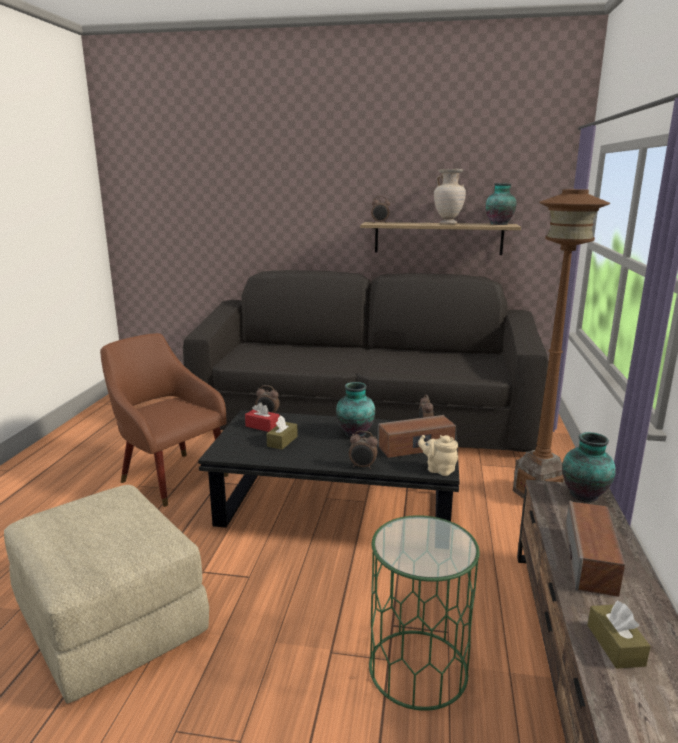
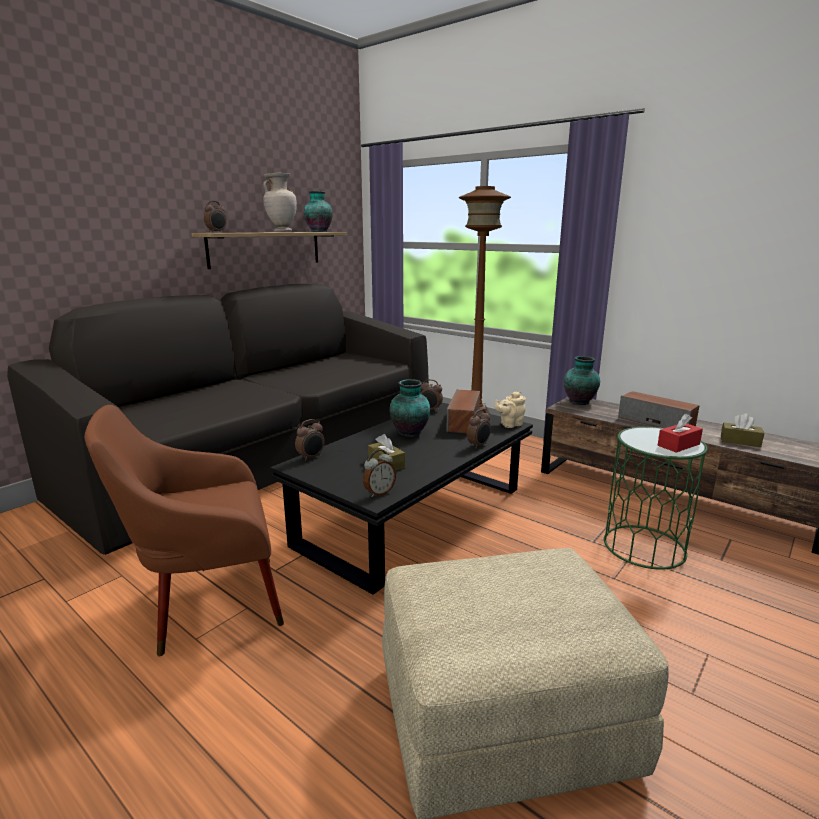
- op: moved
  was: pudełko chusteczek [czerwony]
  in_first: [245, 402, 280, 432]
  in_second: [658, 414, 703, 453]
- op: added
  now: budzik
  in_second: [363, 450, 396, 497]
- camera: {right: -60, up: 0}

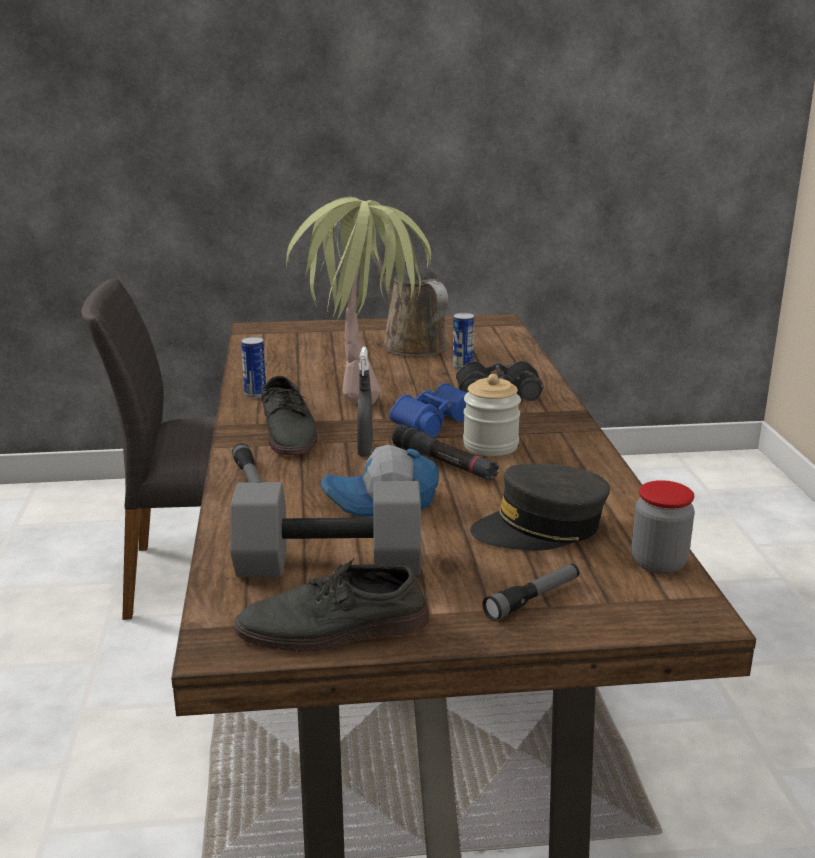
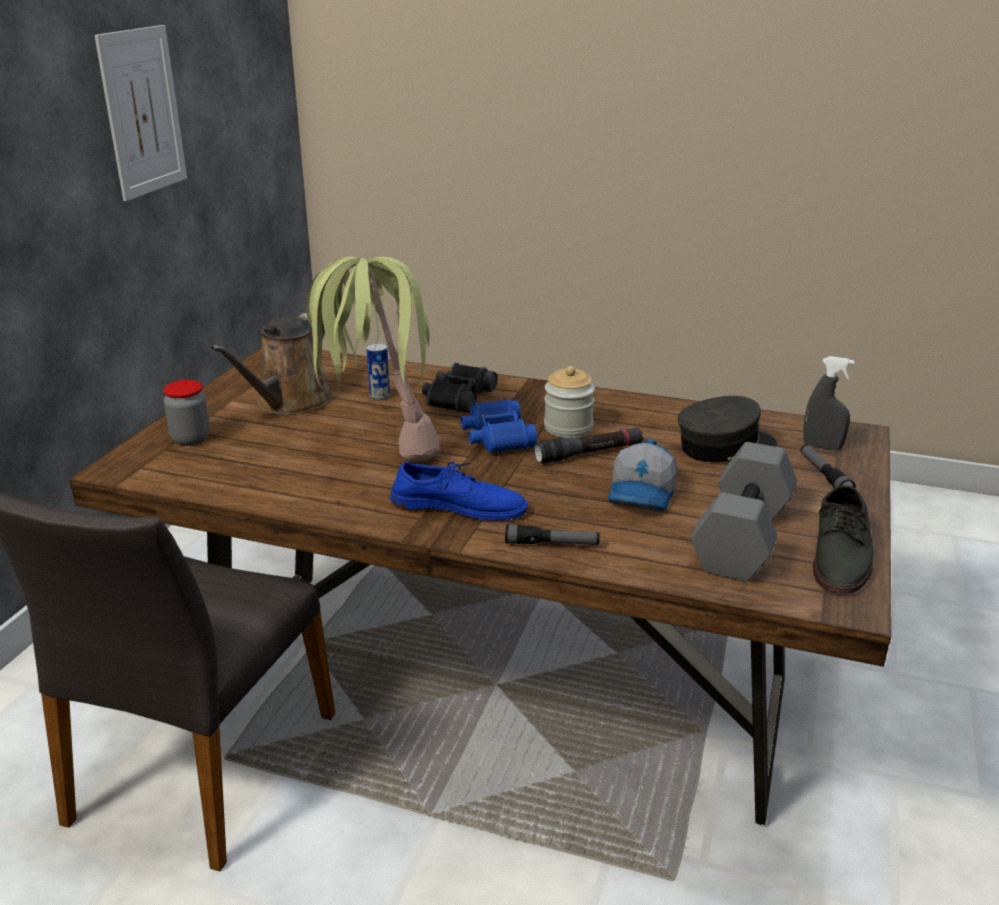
- op: turned
  was: konewka [brązowy]
  in_first: [373, 250, 449, 356]
  in_second: [211, 313, 333, 415]
  clockwise: -60
- op: removed
  was: puszka
  in_first: [241, 337, 266, 398]
- op: moved
  was: spryskiwacz [szary]
  in_first: [357, 347, 373, 456]
  in_second: [803, 356, 855, 450]
- op: recoloured
  was: but [szary]
  now: but [niebieski]
  in_first: [261, 376, 318, 455]
  in_second: [390, 462, 528, 521]
- op: turned
  was: czapka z daszkiem [szary]
  in_first: [470, 464, 610, 551]
  in_second: [678, 396, 777, 462]
  clockwise: -120
- op: moved
  was: słoik
  in_first: [631, 480, 695, 574]
  in_second: [163, 380, 210, 446]
- op: added
  now: obraz
  in_second: [94, 25, 187, 201]
- camera: {right: -65, up: 5}

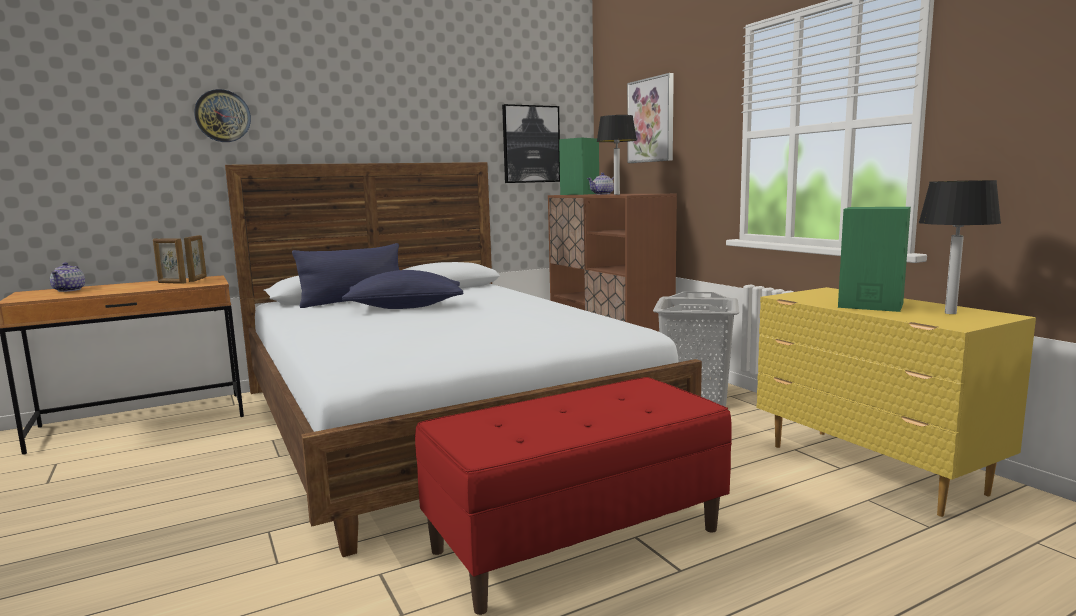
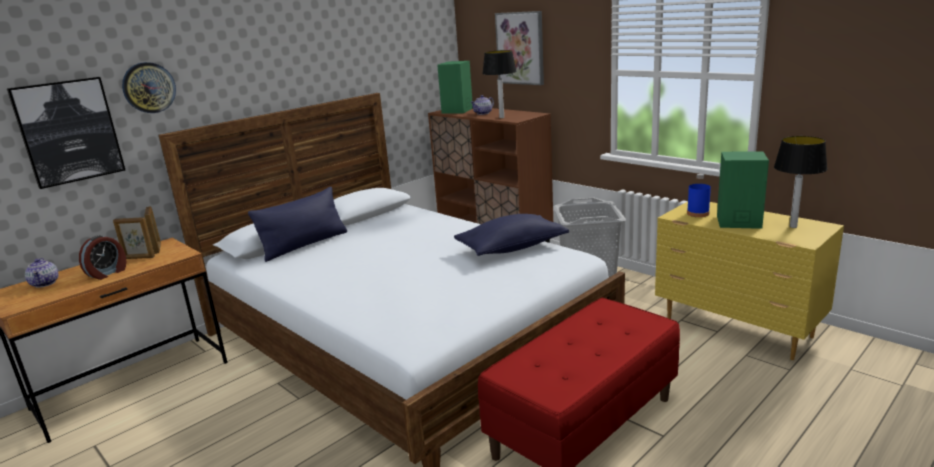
- op: moved
  was: obraz
  in_first: [502, 104, 560, 183]
  in_second: [7, 77, 125, 189]
- op: moved
  was: poduszka [niebieski]
  in_first: [342, 270, 463, 309]
  in_second: [454, 214, 569, 256]
- op: added
  now: butelka [niebieski]
  in_second: [687, 174, 711, 217]
- op: added
  now: budzik
  in_second: [79, 235, 127, 280]
- camera: {right: -15, up: 10}

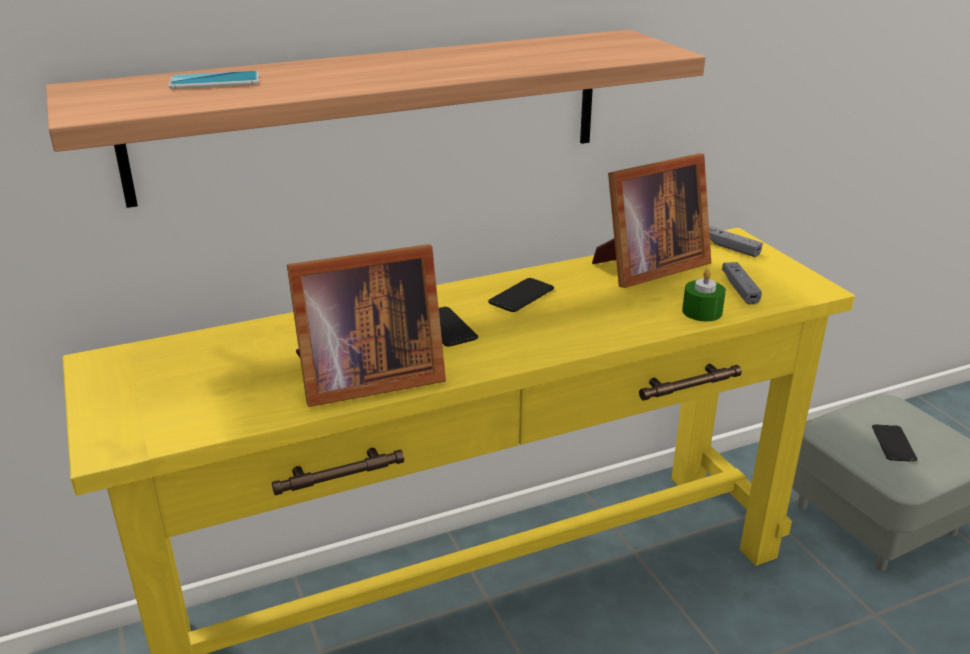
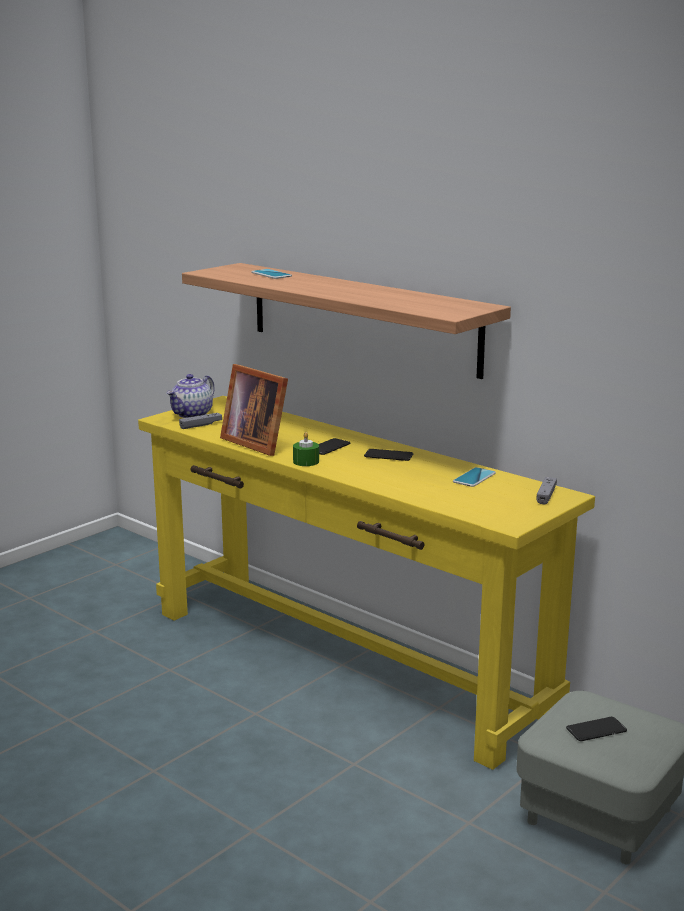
- op: replaced
  was: ramka na zdjęcie
  now: telefon
  in_first: [592, 154, 711, 288]
  in_second: [453, 467, 496, 487]
- op: moved
  was: pad do gier [szary]
  in_first: [722, 262, 762, 304]
  in_second: [179, 413, 222, 429]
- op: moved
  was: świeca [zielony]
  in_first: [682, 269, 726, 321]
  in_second: [293, 432, 319, 466]
- op: added
  now: imbryk
  in_second: [166, 374, 215, 418]
- camera: {right: 65, up: -10}

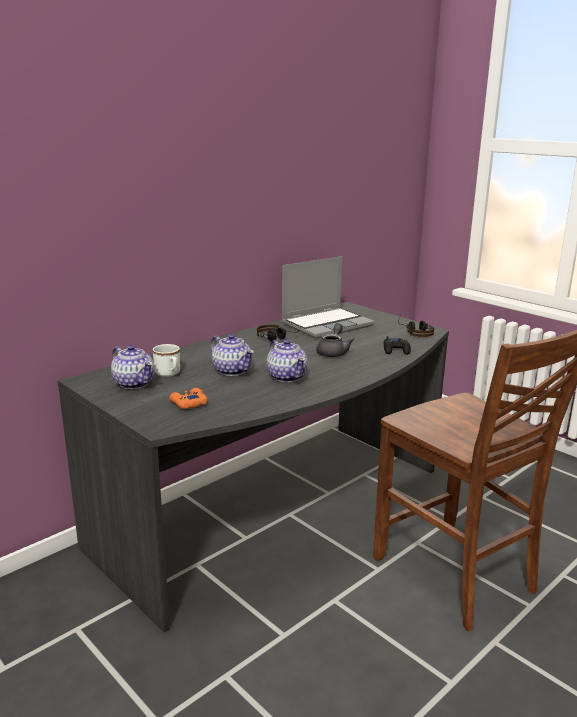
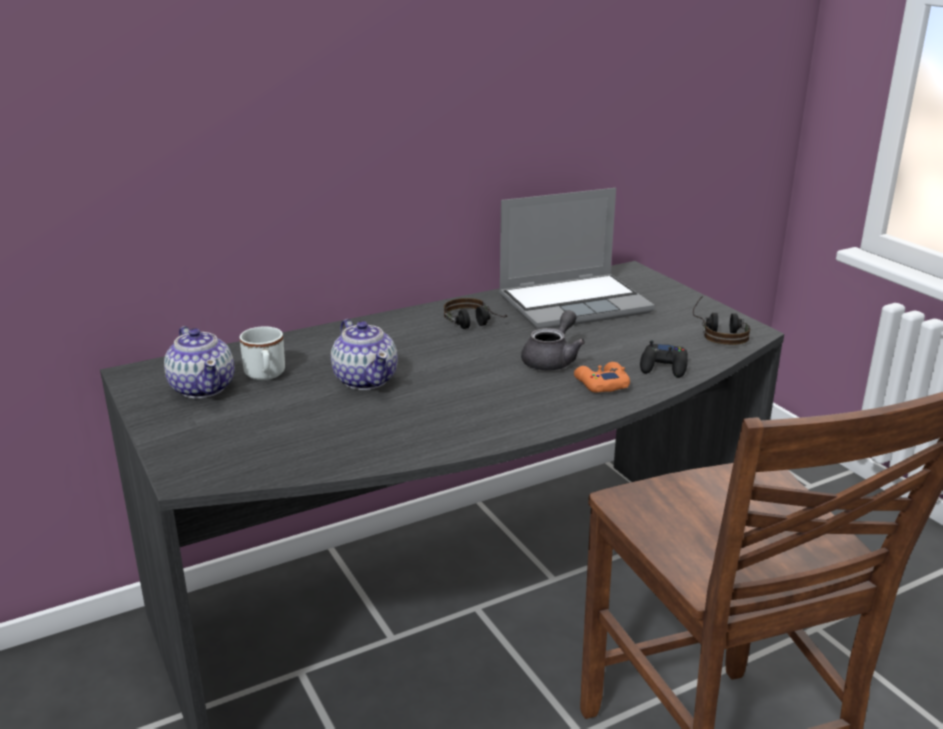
- op: removed
  was: imbryk
  in_first: [267, 340, 308, 382]
- op: moved
  was: pad do gier [pomarańczowy]
  in_first: [169, 388, 207, 409]
  in_second: [574, 362, 630, 392]
- camera: {right: 15, up: 5}

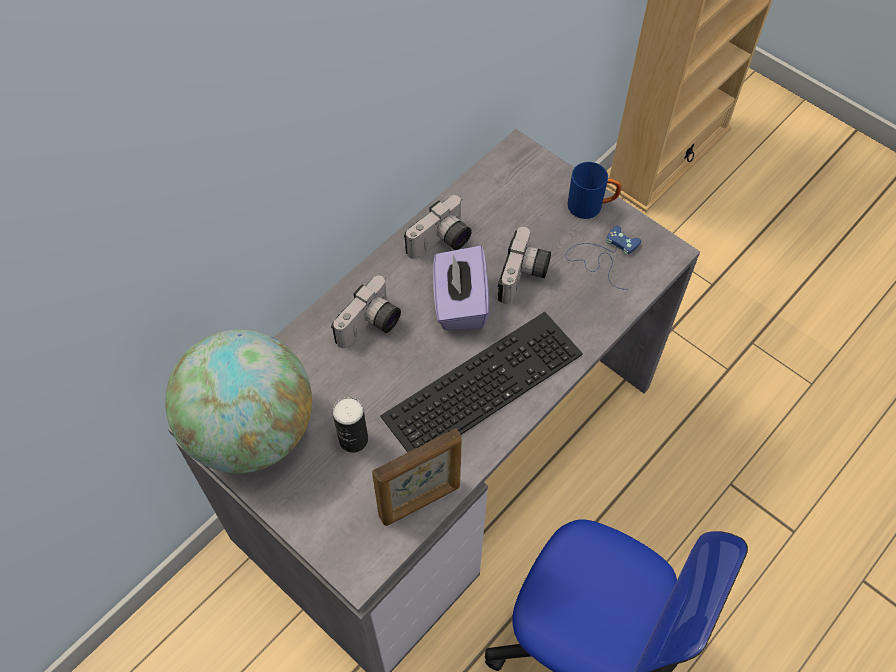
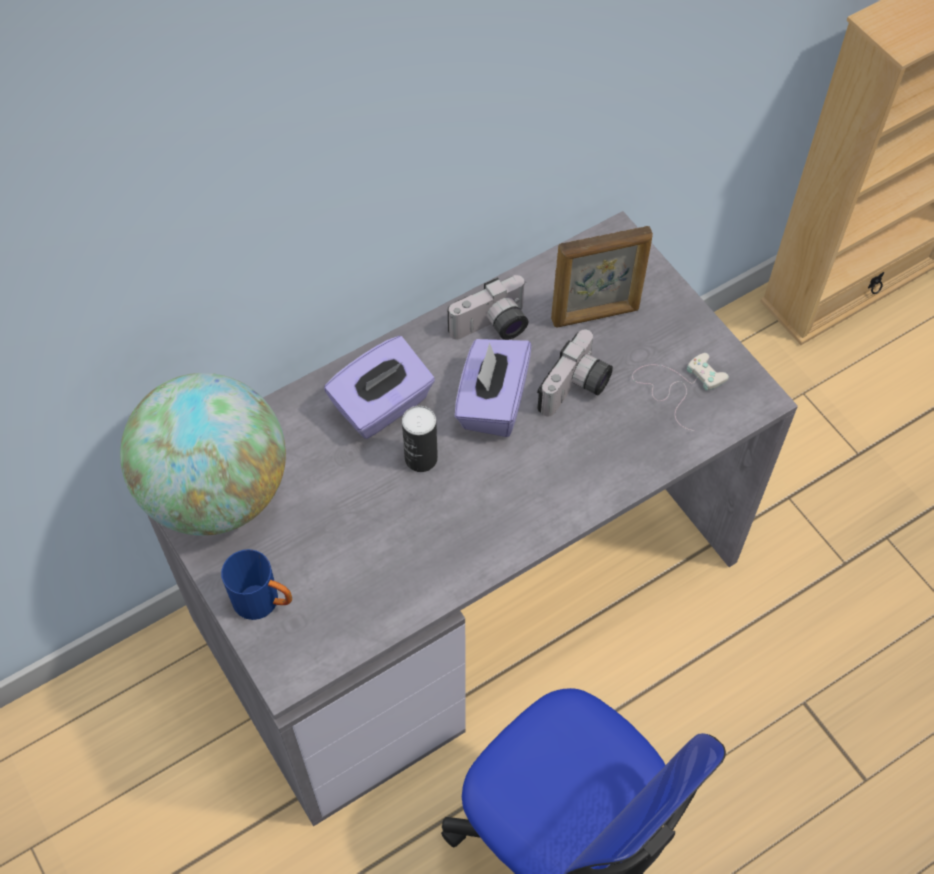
- op: moved
  was: kubek [niebieski]
  in_first: [567, 162, 622, 219]
  in_second: [221, 549, 292, 620]
- op: recoloured
  was: pad do gier [niebieski]
  now: pad do gier [biały]
  in_first: [565, 226, 641, 289]
  in_second: [632, 353, 729, 431]
- op: replaced
  was: aparat fotograficzny
  now: pudełko chusteczek [fioletowy]
  in_first: [331, 276, 401, 348]
  in_second: [324, 336, 435, 439]
- op: removed
  was: klawiatura
  in_first: [380, 312, 583, 452]
- op: moved
  was: puszka
  in_first: [333, 397, 368, 453]
  in_second: [402, 406, 438, 472]
- op: moved
  was: ramka na zdjęcie
  in_first: [372, 428, 461, 526]
  in_second: [551, 226, 653, 327]
- camera: {right: 15, up: 0}

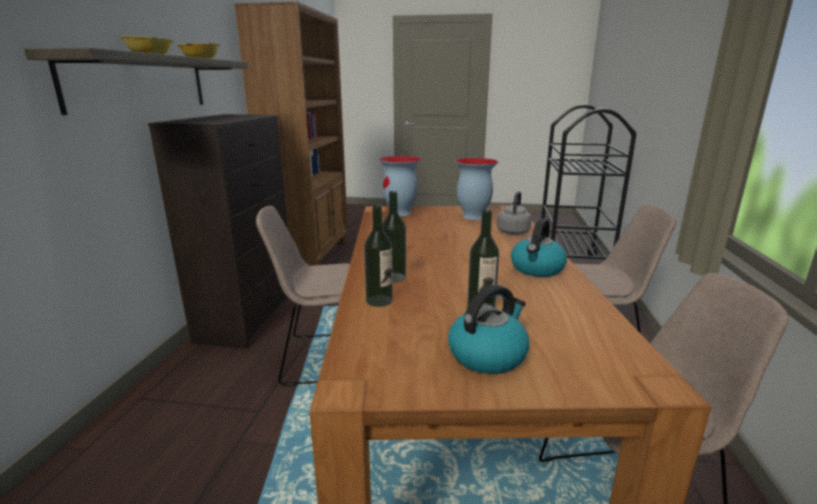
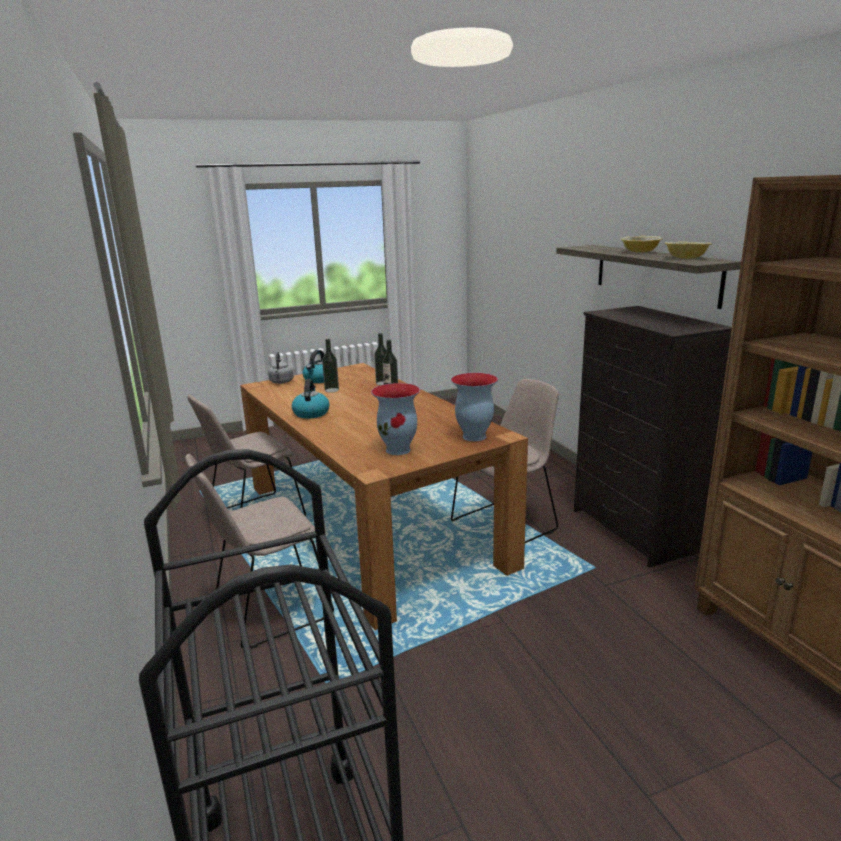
- op: moved
  was: czajnik [szary]
  in_first: [497, 191, 531, 235]
  in_second: [268, 352, 294, 384]
- camera: {right: 150, up: 0}

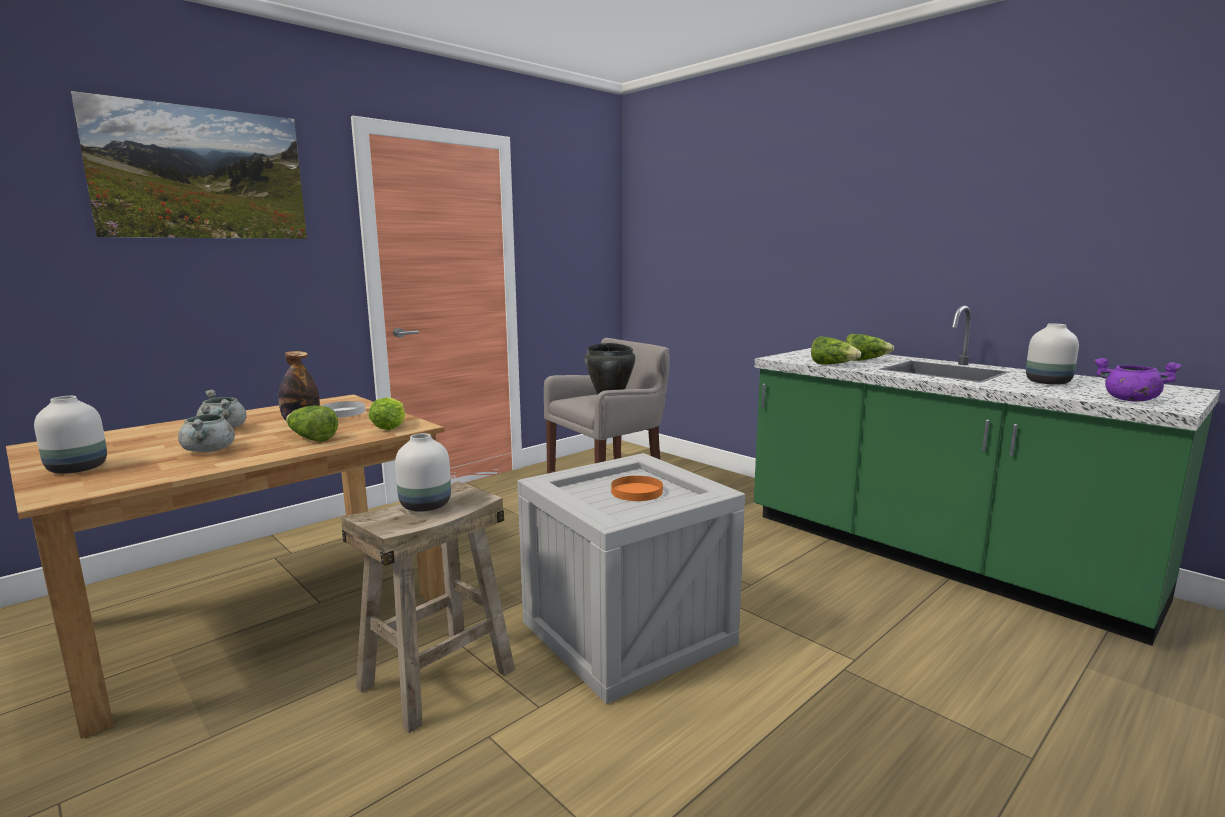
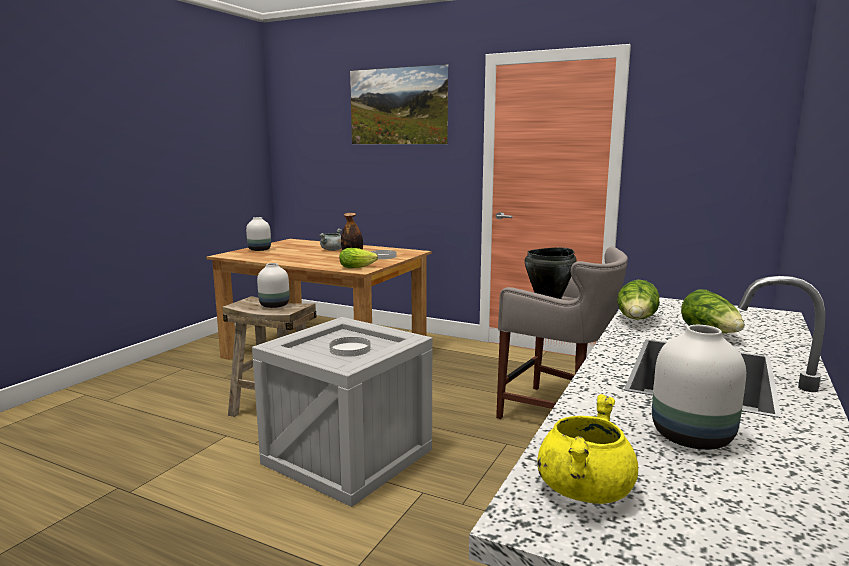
- op: recoloured
  was: garnek [fioletowy]
  now: garnek [żółty]
  in_first: [1094, 358, 1182, 402]
  in_second: [537, 394, 638, 504]
- op: removed
  was: garnek [szary]
  in_first: [178, 405, 235, 452]
- op: removed
  was: sałata
  in_first: [286, 405, 338, 442]
- op: recoloured
  was: talerz [pomarańczowy]
  now: talerz [biały]
  in_first: [611, 476, 663, 501]
  in_second: [329, 337, 371, 357]
- camera: {right: 70, up: 0}

